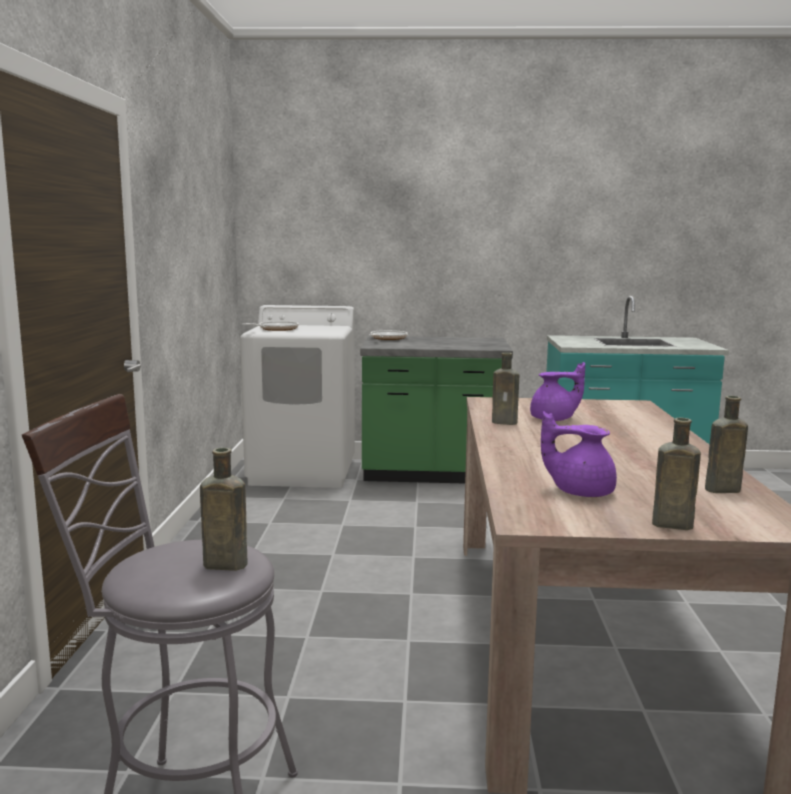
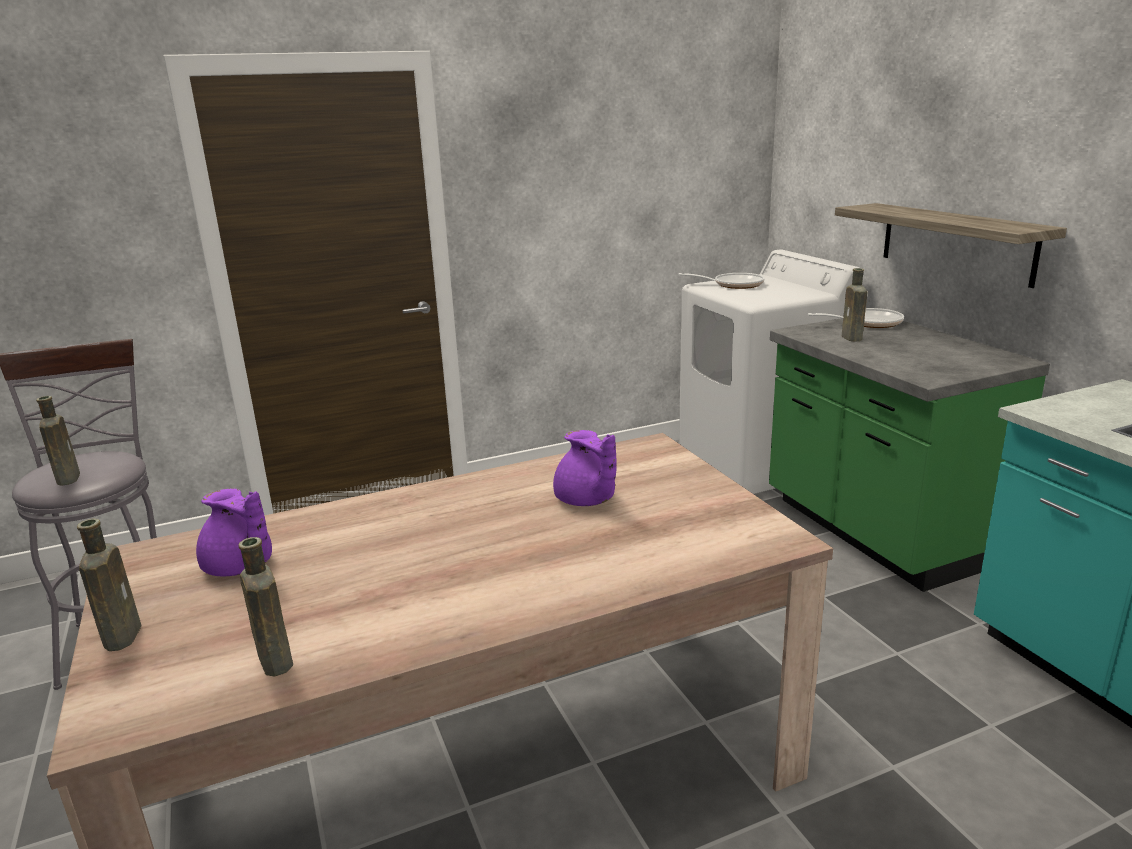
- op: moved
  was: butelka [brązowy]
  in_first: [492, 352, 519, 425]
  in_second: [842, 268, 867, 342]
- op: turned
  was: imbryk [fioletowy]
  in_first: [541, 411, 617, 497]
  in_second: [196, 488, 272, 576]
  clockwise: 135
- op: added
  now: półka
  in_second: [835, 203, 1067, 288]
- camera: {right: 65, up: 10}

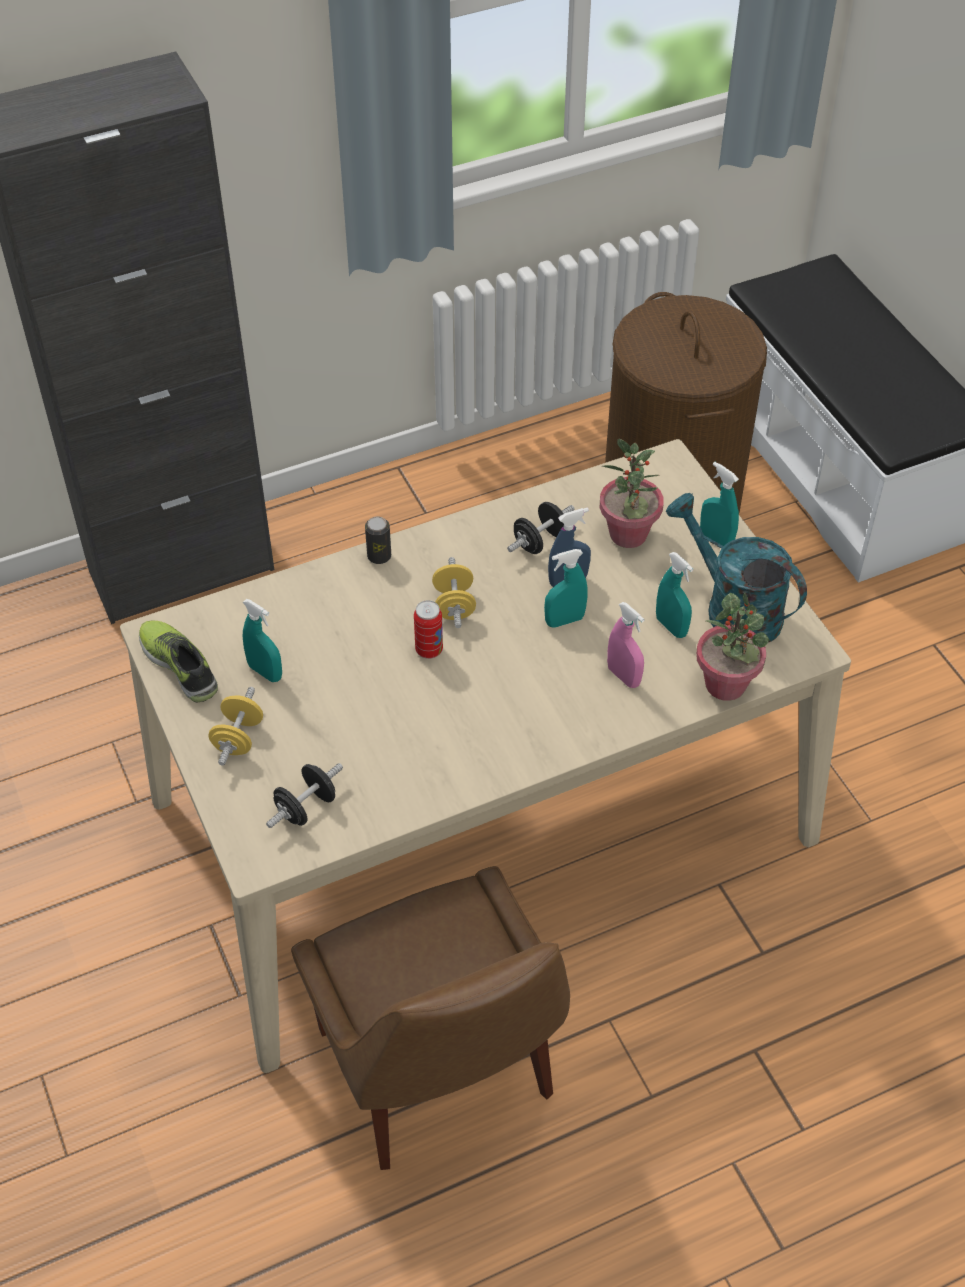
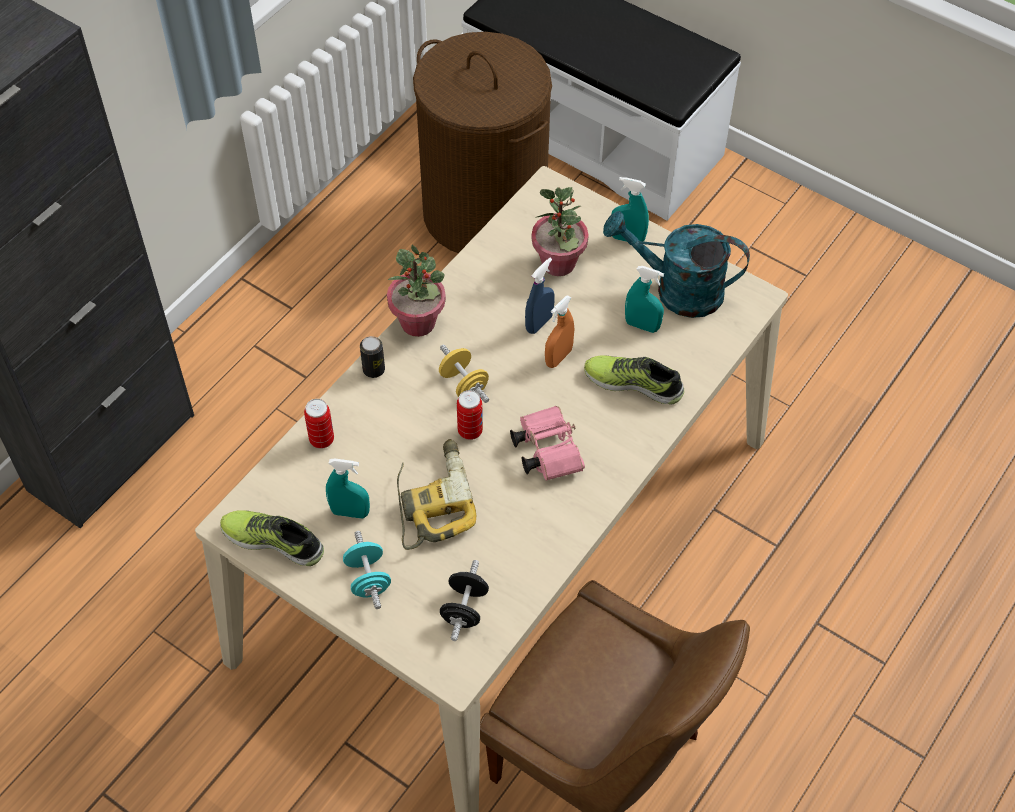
- op: removed
  was: hantel [czarny]
  in_first: [507, 502, 575, 554]
- op: recoloured
  was: spryskiwacz [turkusowy]
  now: spryskiwacz [pomarańczowy]
  in_first: [544, 549, 588, 628]
  in_second: [545, 295, 575, 368]
- op: moved
  was: roślina doniczkowa
  in_first: [696, 593, 769, 701]
  in_second: [387, 245, 446, 337]
- op: replaced
  was: spryskiwacz [różowy]
  now: but
  in_first: [607, 602, 645, 688]
  in_second: [584, 355, 684, 405]
- op: recoloured
  was: hantel [żółty]
  now: hantel [turkusowy]
  in_first: [208, 687, 263, 766]
  in_second: [343, 531, 391, 609]
- op: added
  now: puszka
  in_second: [304, 399, 334, 449]
- op: added
  now: lornetka [różowy]
  in_second: [510, 406, 585, 481]
- op: added
  now: wiertarka
  in_second: [397, 439, 476, 550]
- camera: {right: -30, up: 5}

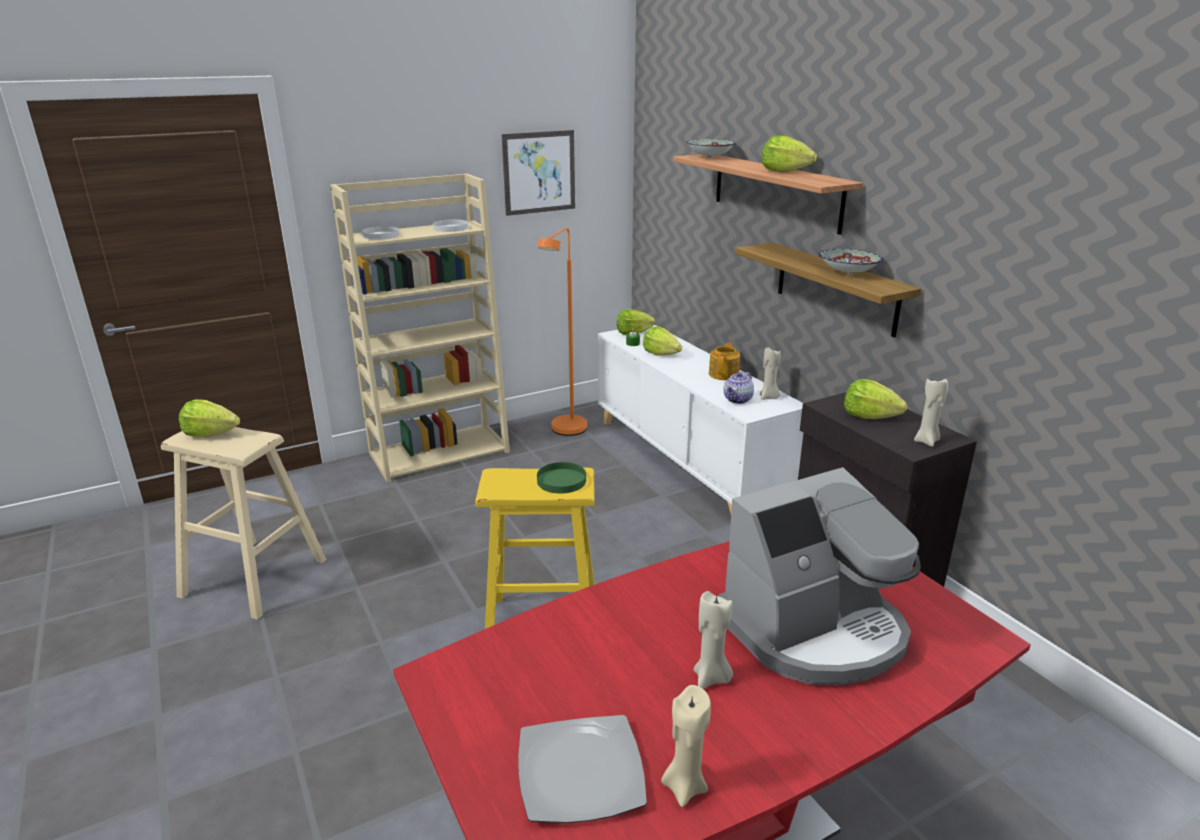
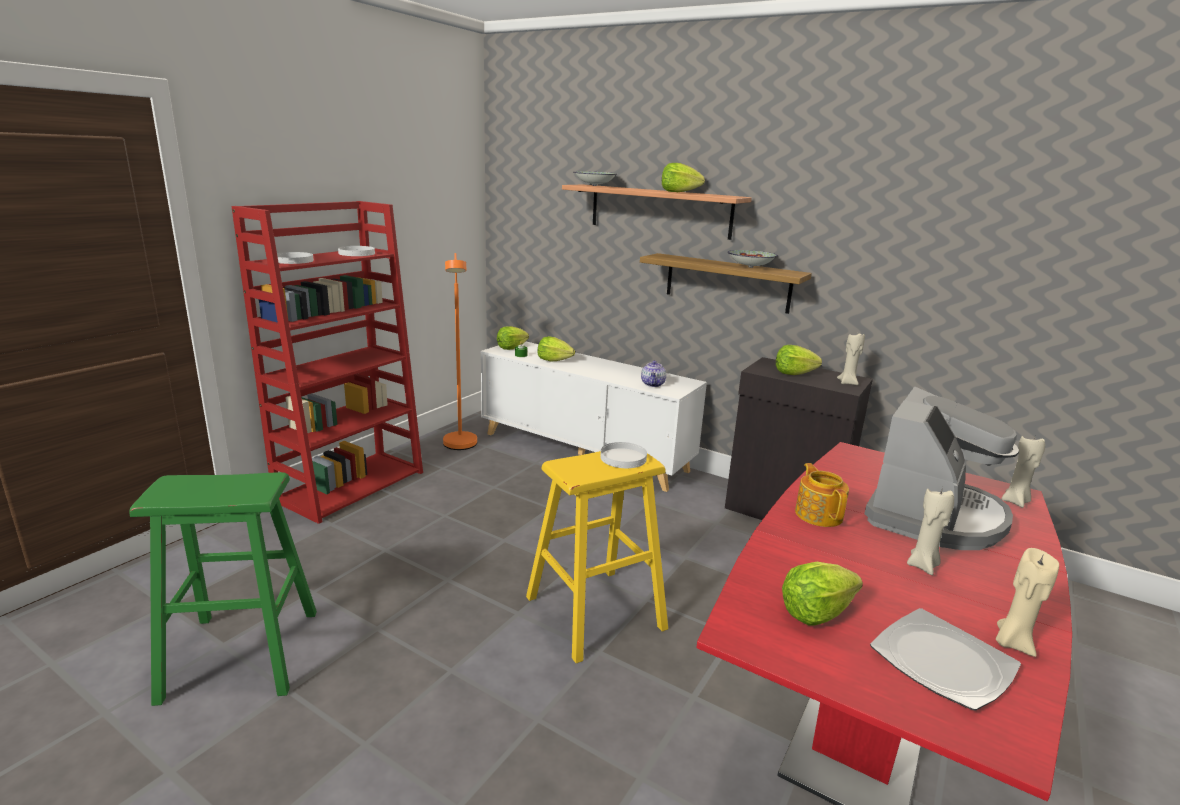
- op: removed
  was: obraz
  in_first: [501, 130, 575, 216]
- op: recoloured
  was: regał [beżowy]
  now: regał [czerwony]
  in_first: [330, 173, 510, 482]
  in_second: [231, 201, 423, 524]
- op: moved
  was: imbryk
  in_first: [709, 342, 740, 380]
  in_second: [795, 463, 849, 527]
- op: moved
  was: świeca [beżowy]
  in_first: [760, 347, 781, 400]
  in_second: [1002, 436, 1045, 508]
- op: moved
  was: sałata
  in_first: [179, 399, 240, 437]
  in_second: [782, 562, 863, 625]
- op: recoloured
  was: stołek [beżowy]
  now: stołek [zielony]
  in_first: [161, 427, 326, 620]
  in_second: [129, 472, 317, 706]
- op: recoloured
  was: talerz [zielony]
  now: talerz [biały]
  in_first: [537, 462, 586, 494]
  in_second: [600, 442, 647, 468]
- camera: {right: -30, up: -5}

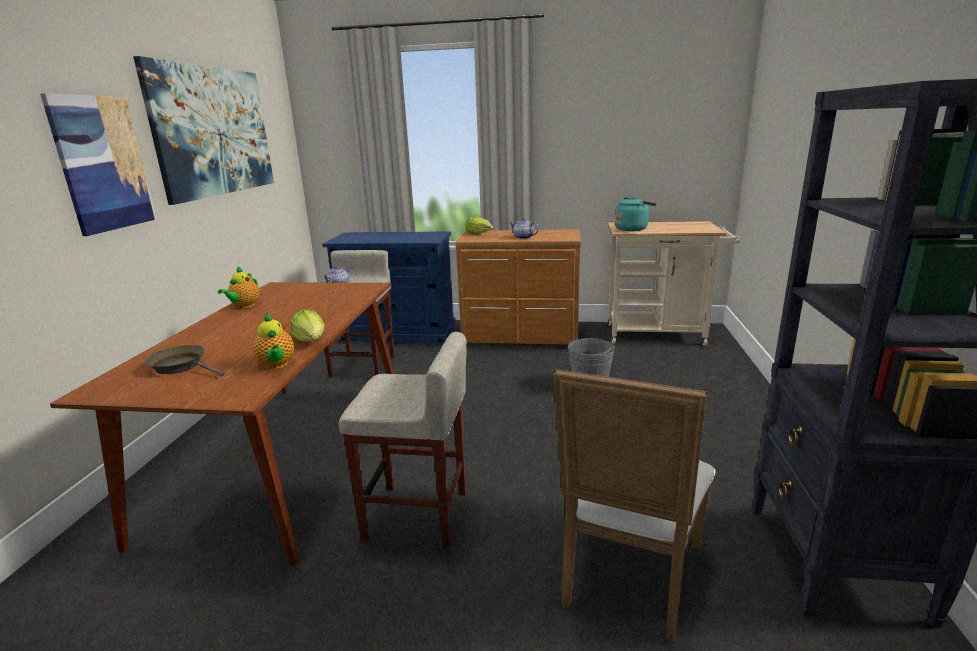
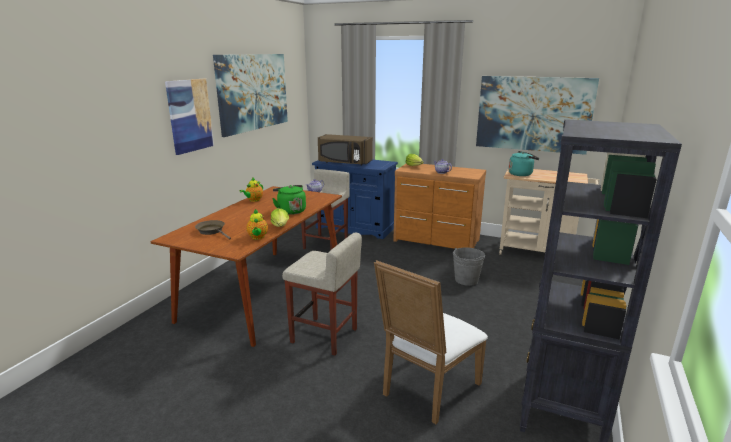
- op: added
  now: obraz
  in_second: [476, 76, 599, 155]
- op: added
  now: mikrofalówka [brązowy]
  in_second: [318, 134, 373, 166]
- op: added
  now: czajnik [zielony]
  in_second: [272, 185, 306, 215]
- camera: {right: 15, up: 0}

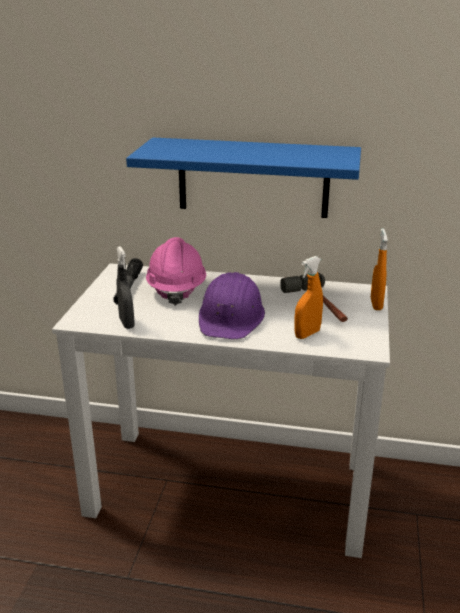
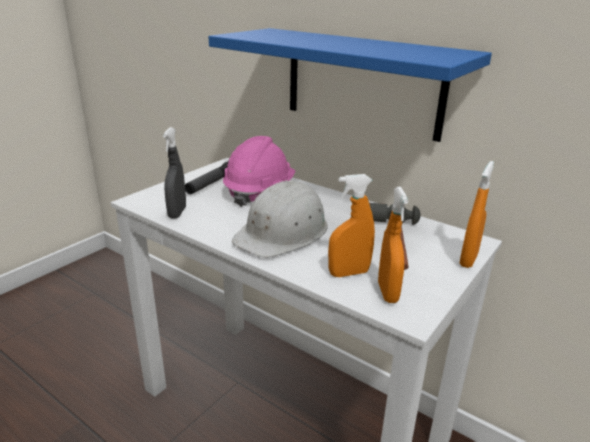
- op: recoloured
  was: kask [fioletowy]
  now: kask [biały]
  in_first: [199, 272, 265, 339]
  in_second: [232, 180, 328, 258]
- op: added
  now: spryskiwacz [pomarańczowy]
  in_second: [378, 187, 408, 303]
- camera: {right: 25, up: 0}

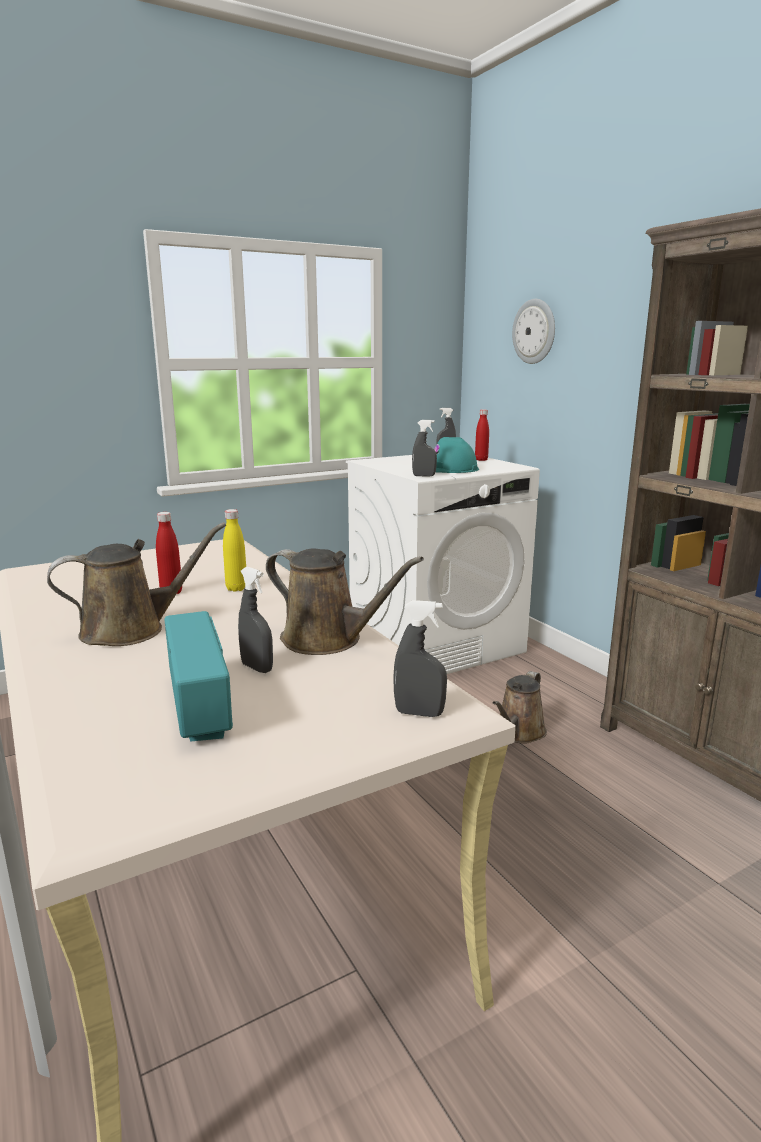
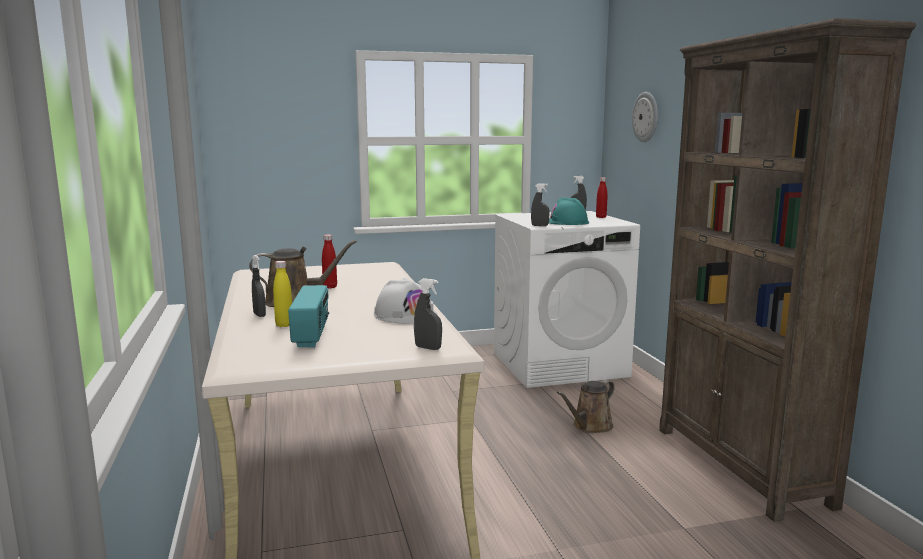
- op: moved
  was: butelka [żółty]
  in_first: [223, 509, 246, 592]
  in_second: [273, 261, 292, 327]
- op: replaced
  was: konewka [brązowy]
  now: kask [biały]
  in_first: [266, 548, 424, 655]
  in_second: [374, 277, 437, 324]
- op: moved
  was: spryskiwacz [szary]
  in_first: [238, 567, 273, 673]
  in_second: [252, 255, 266, 317]
- camera: {right: 15, up: -5}

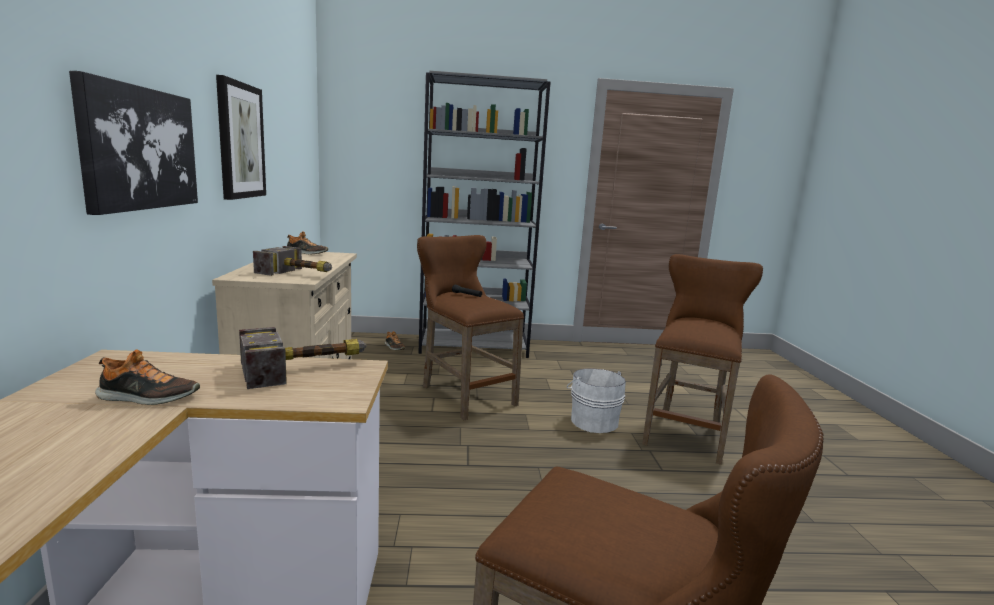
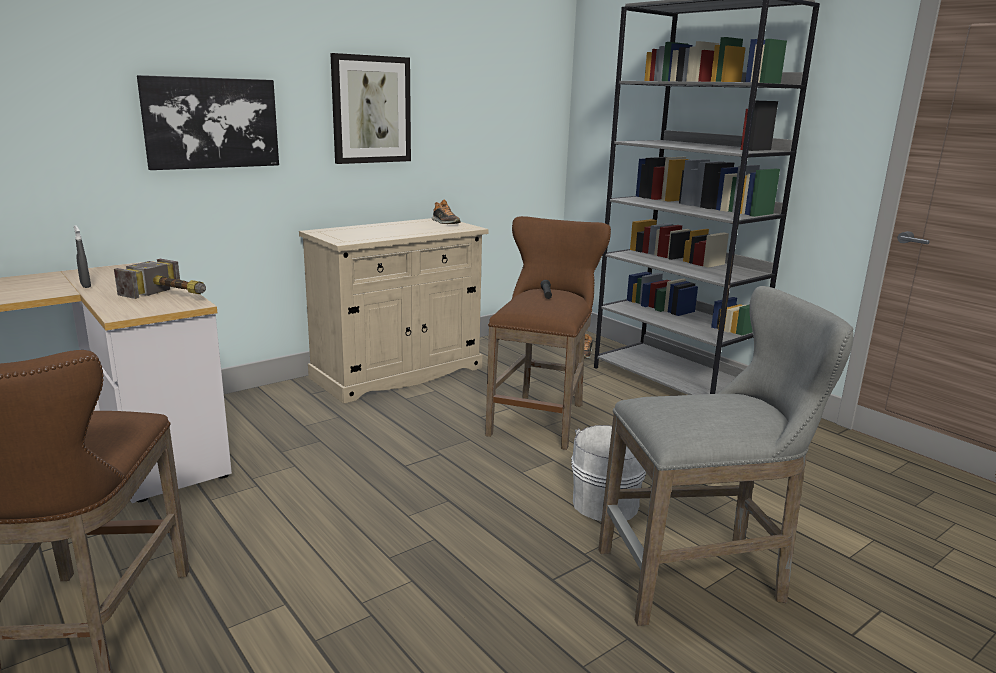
- op: removed
  was: młotek
  in_first: [253, 246, 332, 276]
- op: recoloured
  was: stołek [brązowy]
  now: stołek [szary]
  in_first: [642, 254, 763, 465]
  in_second: [598, 286, 854, 626]
- op: replaced
  was: but
  now: spryskiwacz [szary]
  in_first: [95, 349, 200, 405]
  in_second: [74, 225, 91, 288]
- camera: {right: 55, up: 5}

